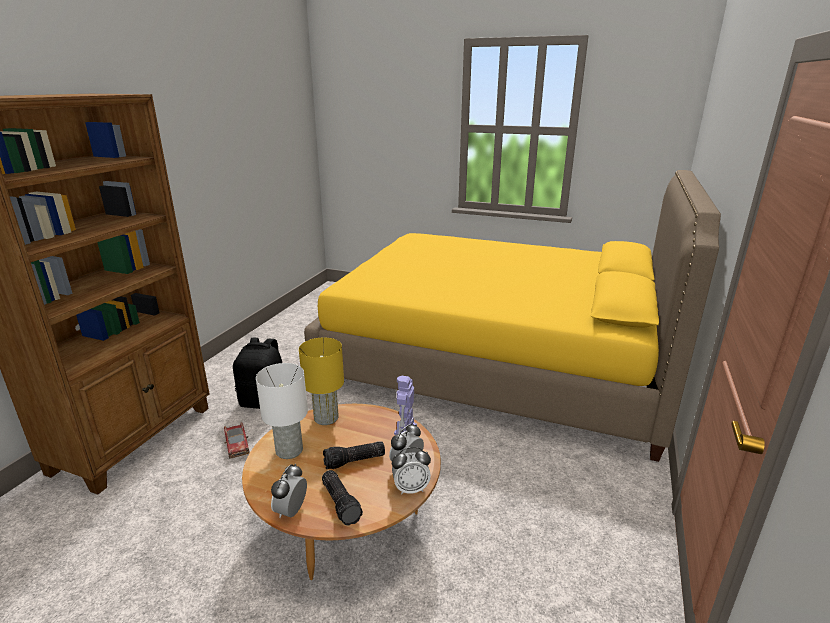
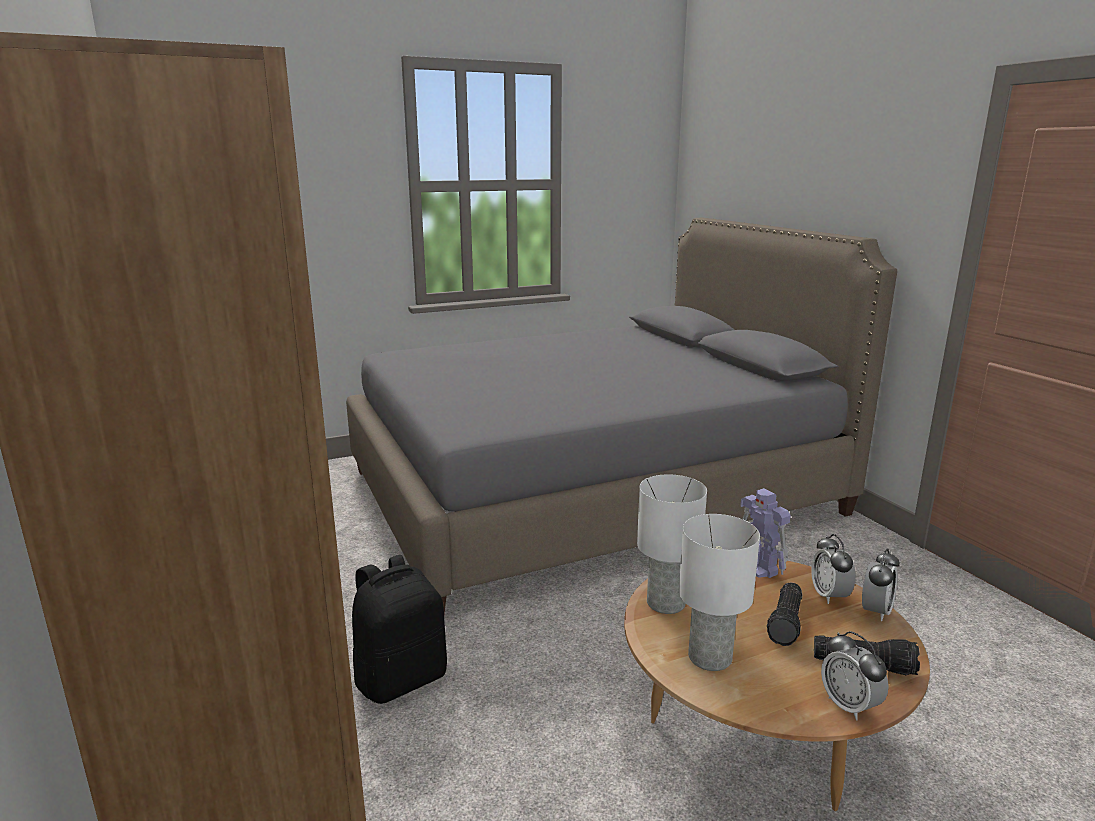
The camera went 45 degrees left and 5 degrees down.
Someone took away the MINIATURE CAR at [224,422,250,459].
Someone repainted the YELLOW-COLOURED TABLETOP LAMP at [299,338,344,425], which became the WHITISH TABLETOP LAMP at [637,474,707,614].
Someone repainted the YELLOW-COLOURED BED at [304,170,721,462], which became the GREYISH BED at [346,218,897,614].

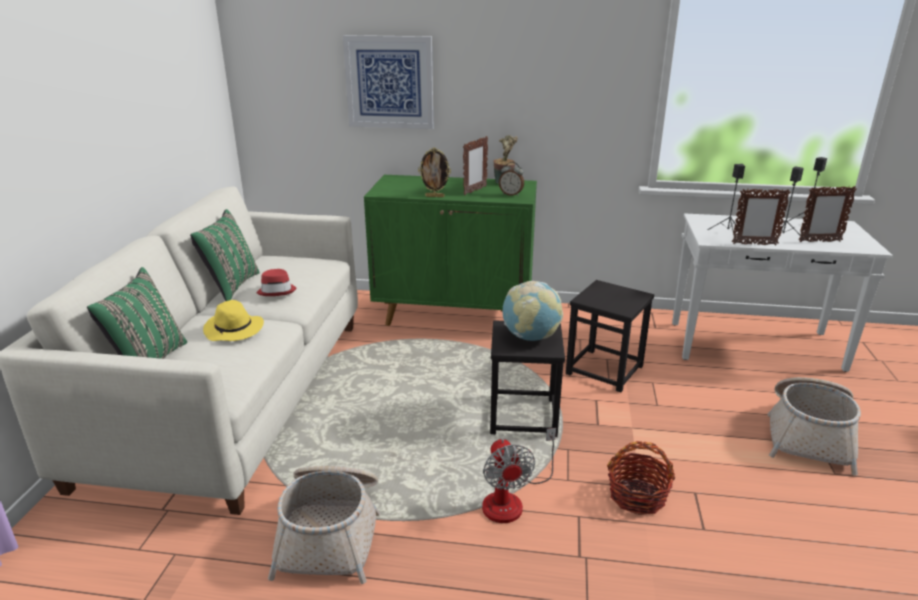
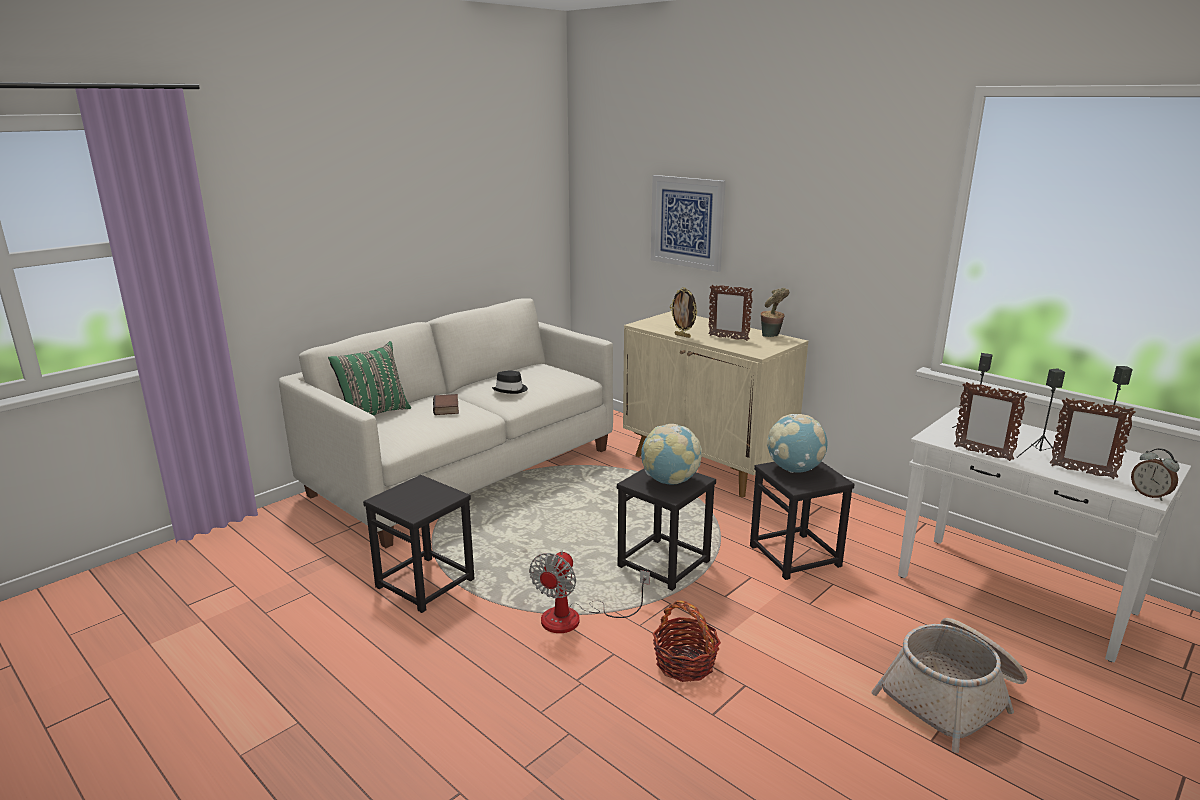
The camera went 35 degrees right and 5 degrees down.
Someone took away the GREEN THROW PILLOW at [190,209,260,301].
Someone swapped the YELLOW-COLOURED WEARABLE HAT at [203,300,264,341] for the VOLUME at [433,394,459,415].
Someone repainted the RED-COLOURED WEARABLE HAT at [256,269,296,296], which became the BLACK WEARABLE HAT at [492,371,528,394].
Someone swapped the STORAGE BASKET at [268,466,380,584] for the BLACK STOOL SEAT at [363,475,474,613].
Someone repainted the GREEN CUPBOARD at [364,175,537,326], which became the BEIGE-COLOURED CUPBOARD at [623,311,808,497].
Someone rotated the PICTURE FRAME at [463,136,488,195] by 45 degrees clockwise.
Someone carried the ALARM CLOCK from [499,162,524,196] to [1131,448,1179,501].
Someone put down the DESK GLOBE at [767,414,828,473].

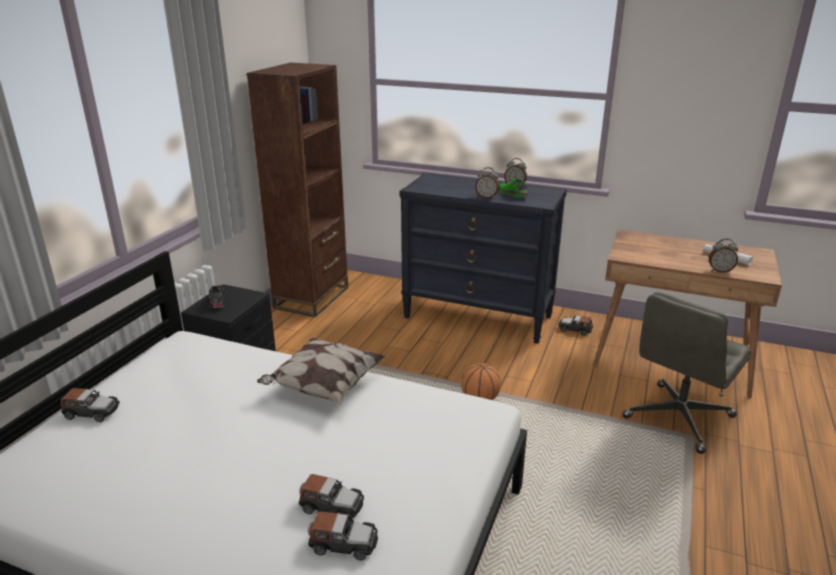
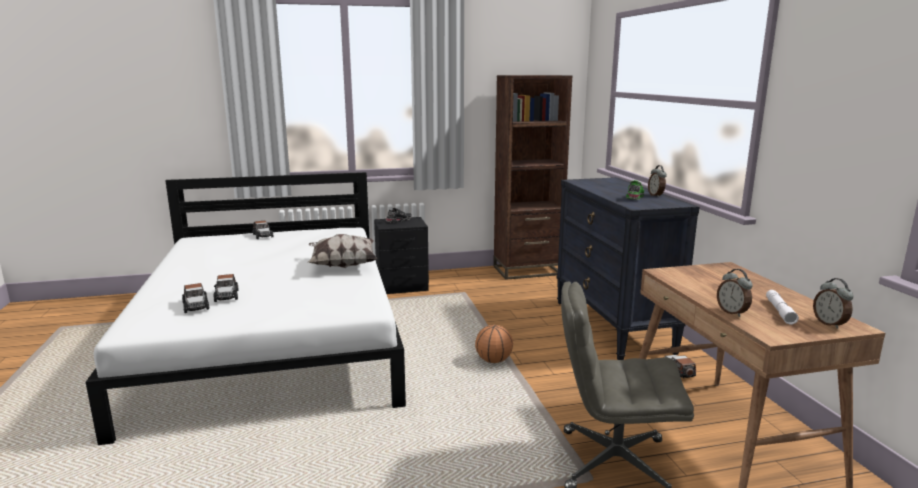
The camera went 55 degrees right and 10 degrees down.
Someone carried the ALARM CLOCK from [475,167,499,199] to [813,278,854,329].

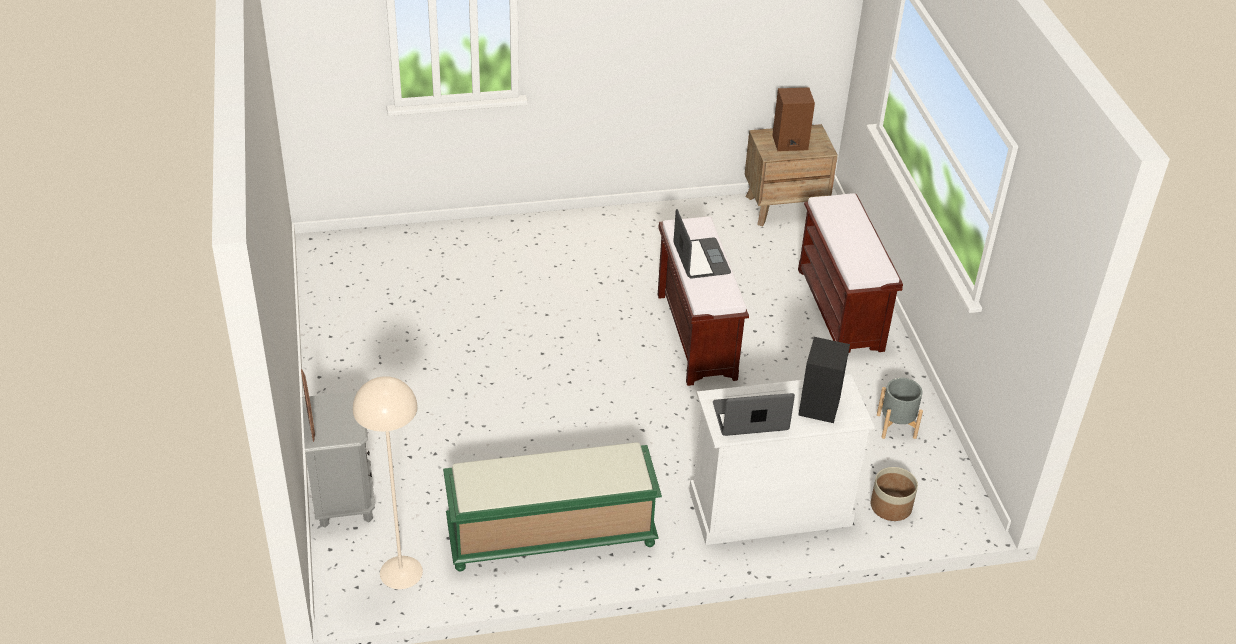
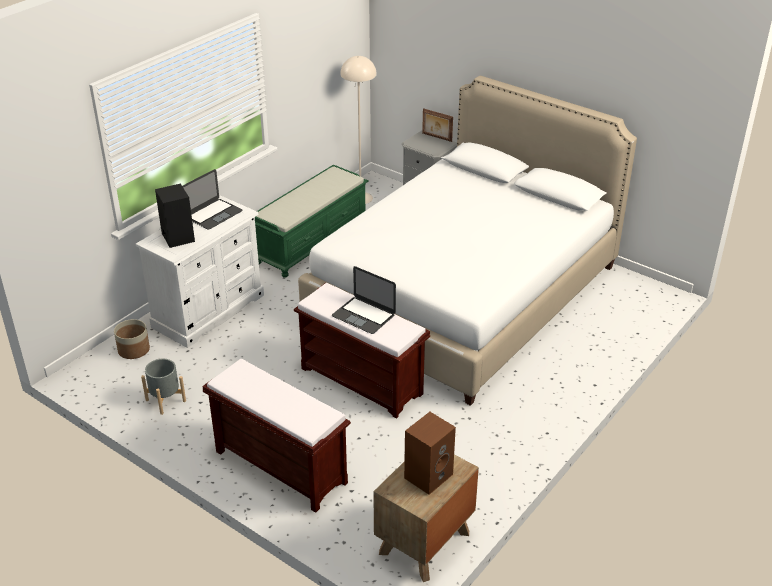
The camera went 140 degrees right and 5 degrees down.
Someone put down the WHITISH BED at [298,76,637,406].

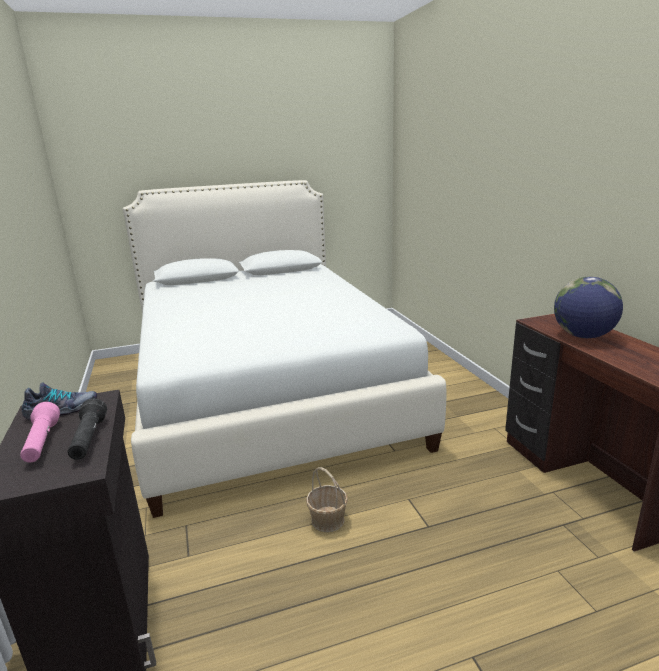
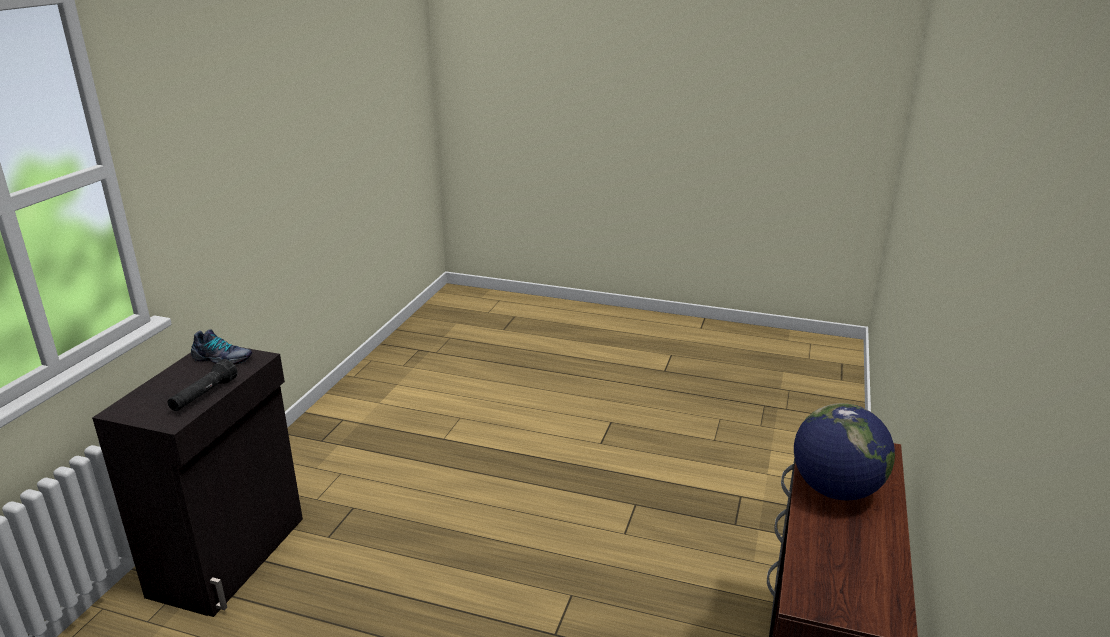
The camera went 35 degrees right and 5 degrees up.
Someone took away the PINK FLASHLIGHT at [20,402,60,462].
Someone took away the WHITISH BED at [123,180,446,518].
Someone took away the STORAGE BASKET at [306,467,348,532].

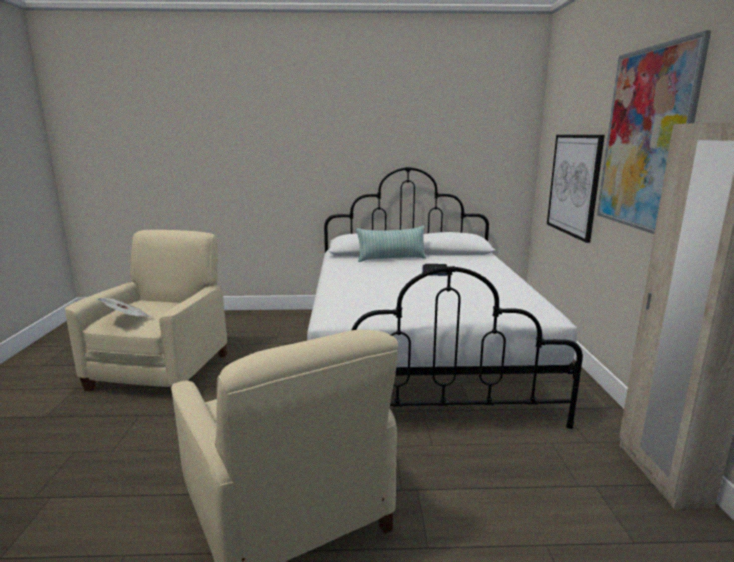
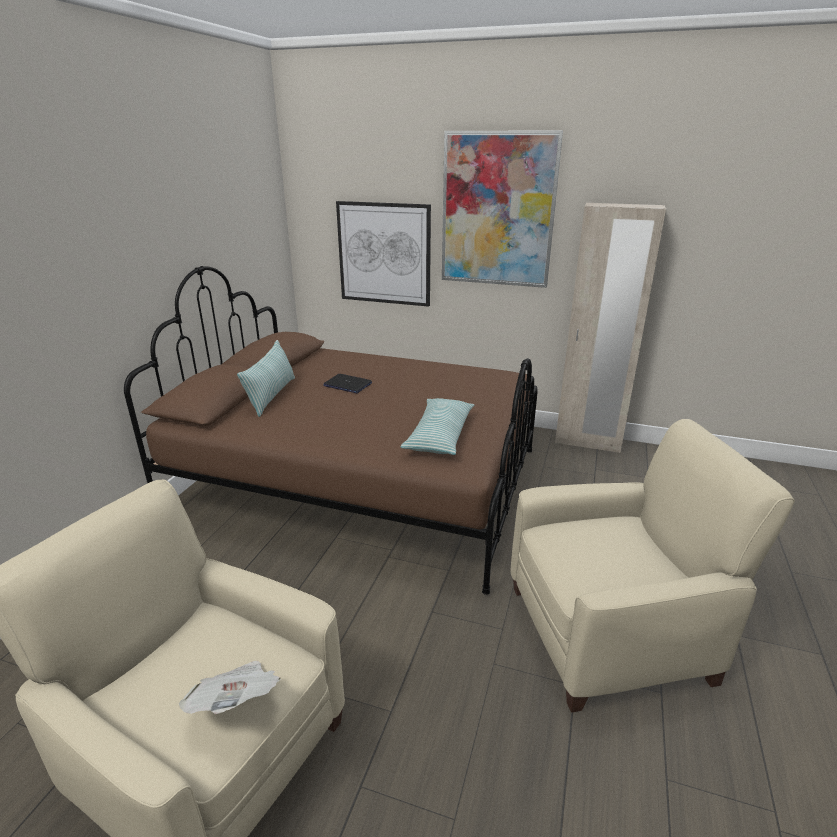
The camera went 70 degrees left and 10 degrees up.
Someone repainted the WHITISH BED at [307,167,583,429], which became the BROWN-COLOURED BED at [124,266,537,595].
Someone put down the THROW PILLOW at [400,398,474,455].

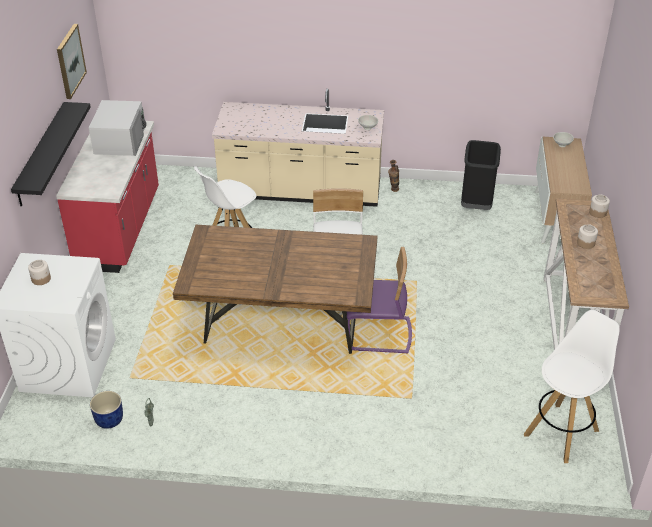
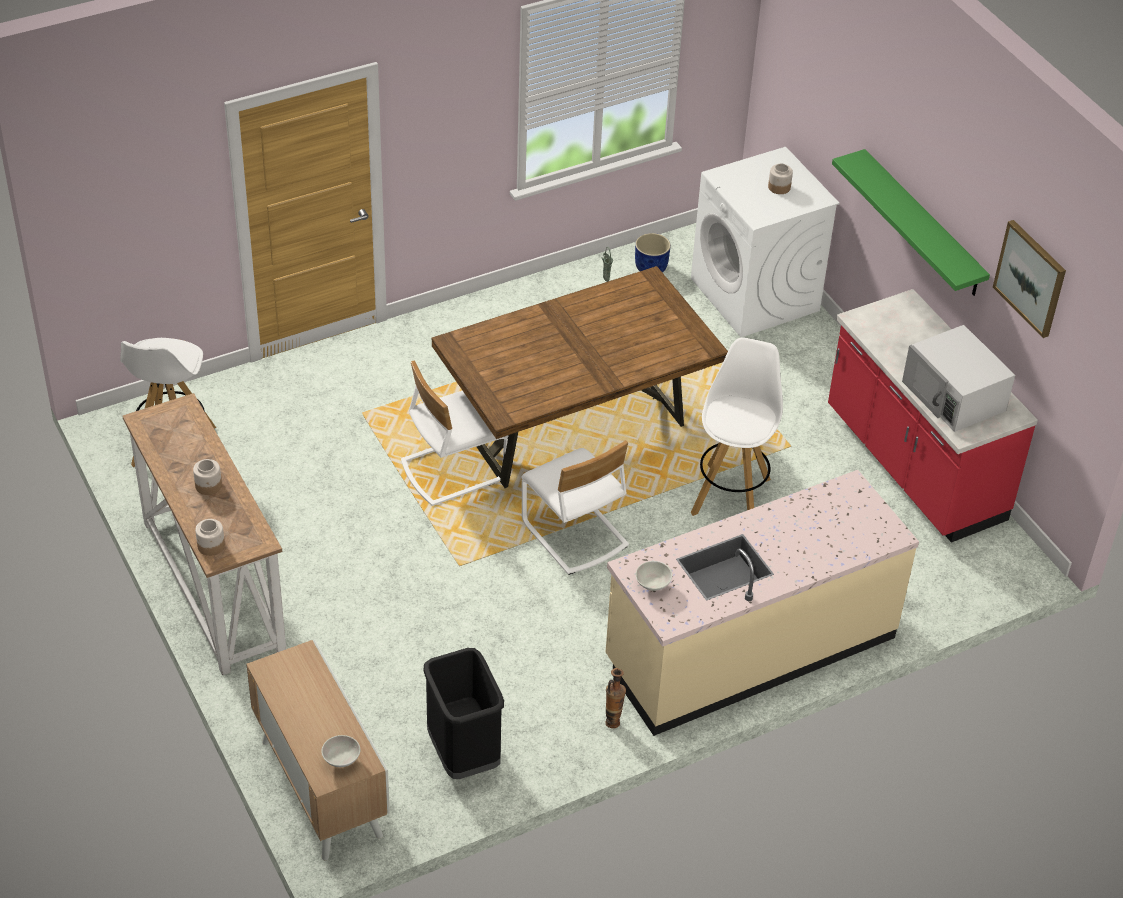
The camera went 145 degrees right and 5 degrees up.
Someone repainted the BLACK SHELF at [11,102,91,207], which became the GREEN SHELF at [832,149,990,296].
Someone repainted the PURPLE PLAIN CHAIR at [347,247,412,353], which became the WHITISH PLAIN CHAIR at [401,360,508,506].

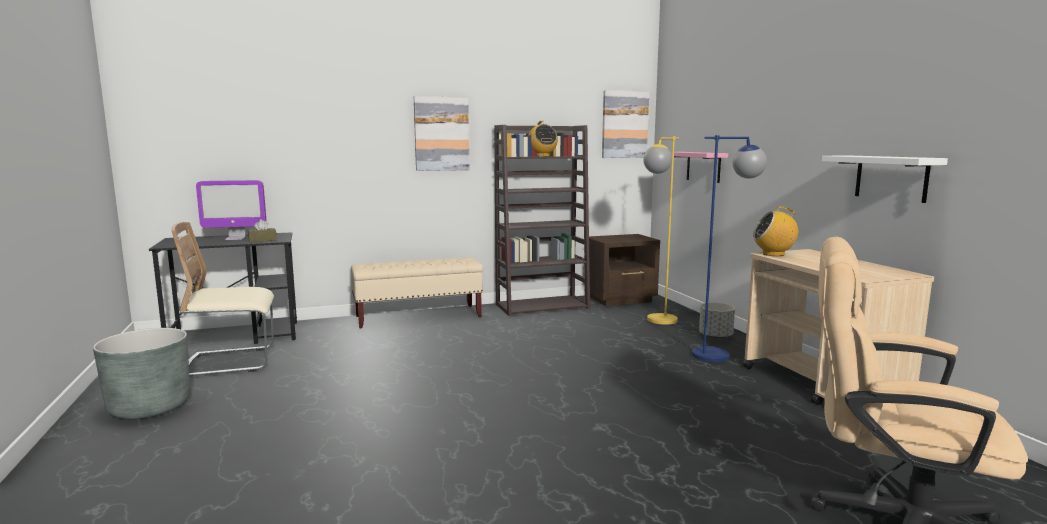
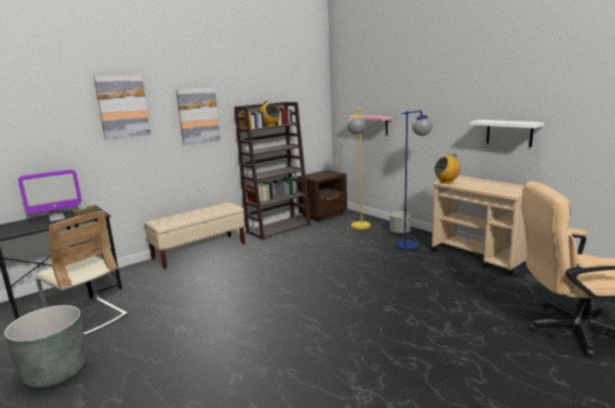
The camera went 20 degrees left and 5 degrees up.
Someone rotated the BEIGE-COLOURED PLAIN CHAIR at [172,222,274,376] by 105 degrees counterclockwise.
Someone carried the PICTURE from [602,90,649,158] to [94,75,151,140].

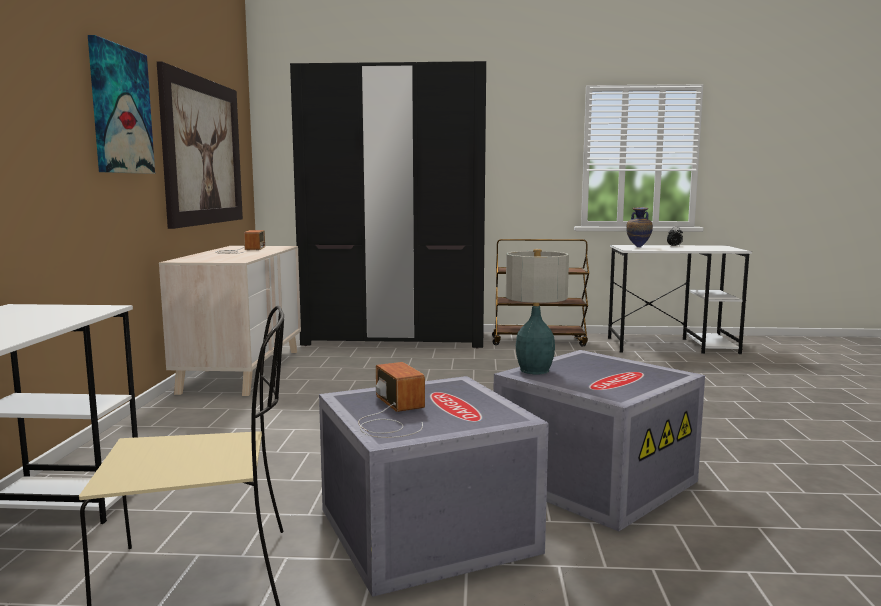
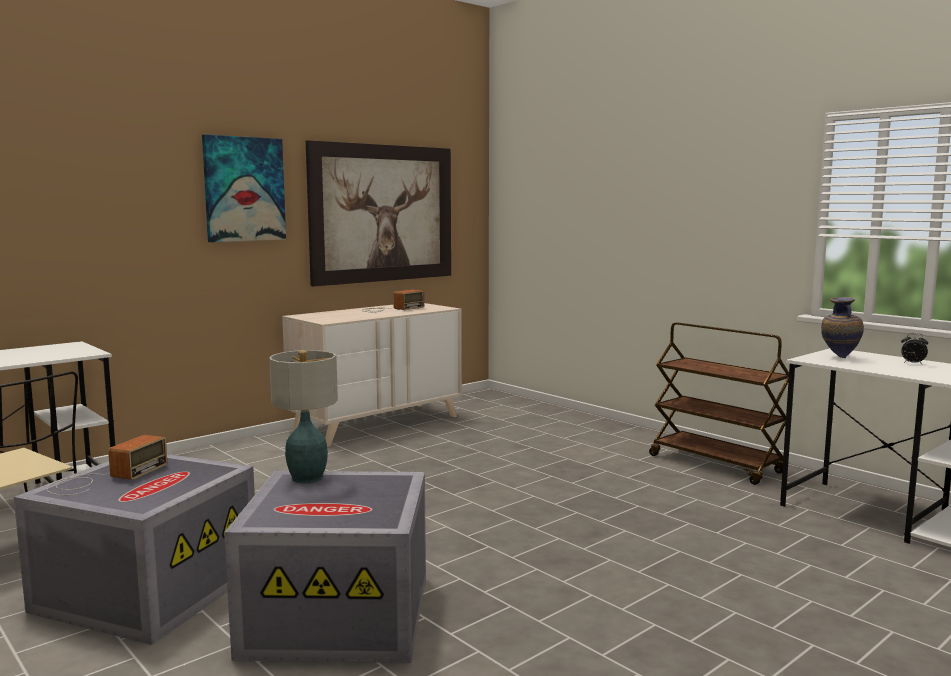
The camera went 45 degrees right and 0 degrees up.
Someone took away the BLACK WARDROBE at [290,61,486,348].

